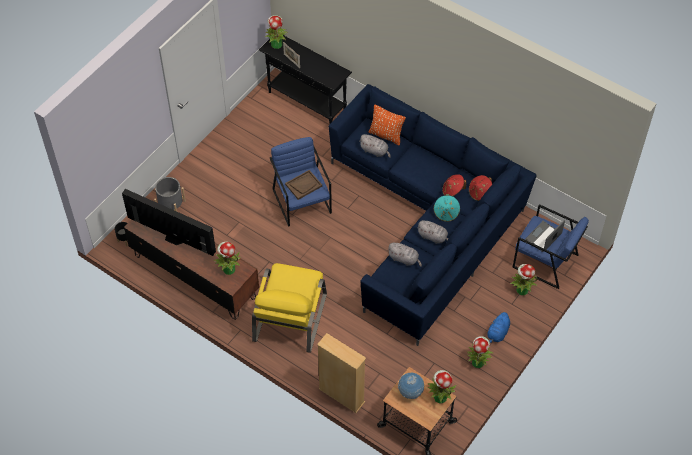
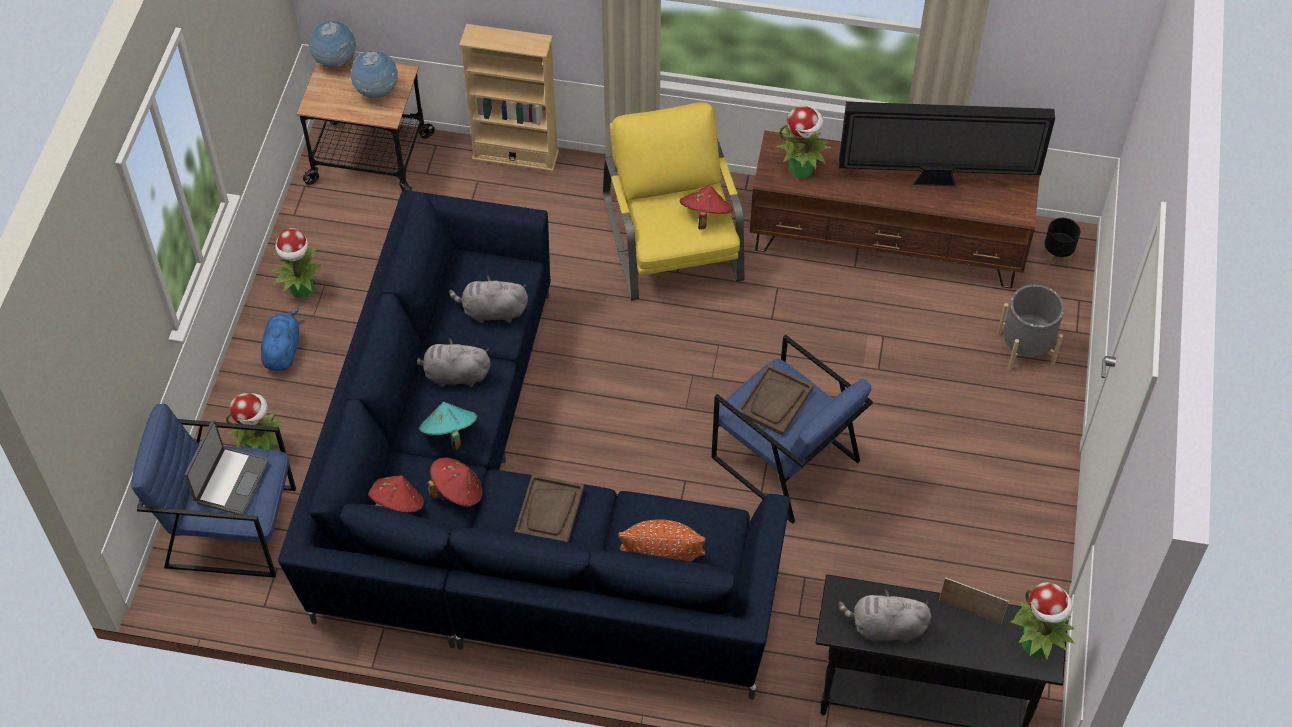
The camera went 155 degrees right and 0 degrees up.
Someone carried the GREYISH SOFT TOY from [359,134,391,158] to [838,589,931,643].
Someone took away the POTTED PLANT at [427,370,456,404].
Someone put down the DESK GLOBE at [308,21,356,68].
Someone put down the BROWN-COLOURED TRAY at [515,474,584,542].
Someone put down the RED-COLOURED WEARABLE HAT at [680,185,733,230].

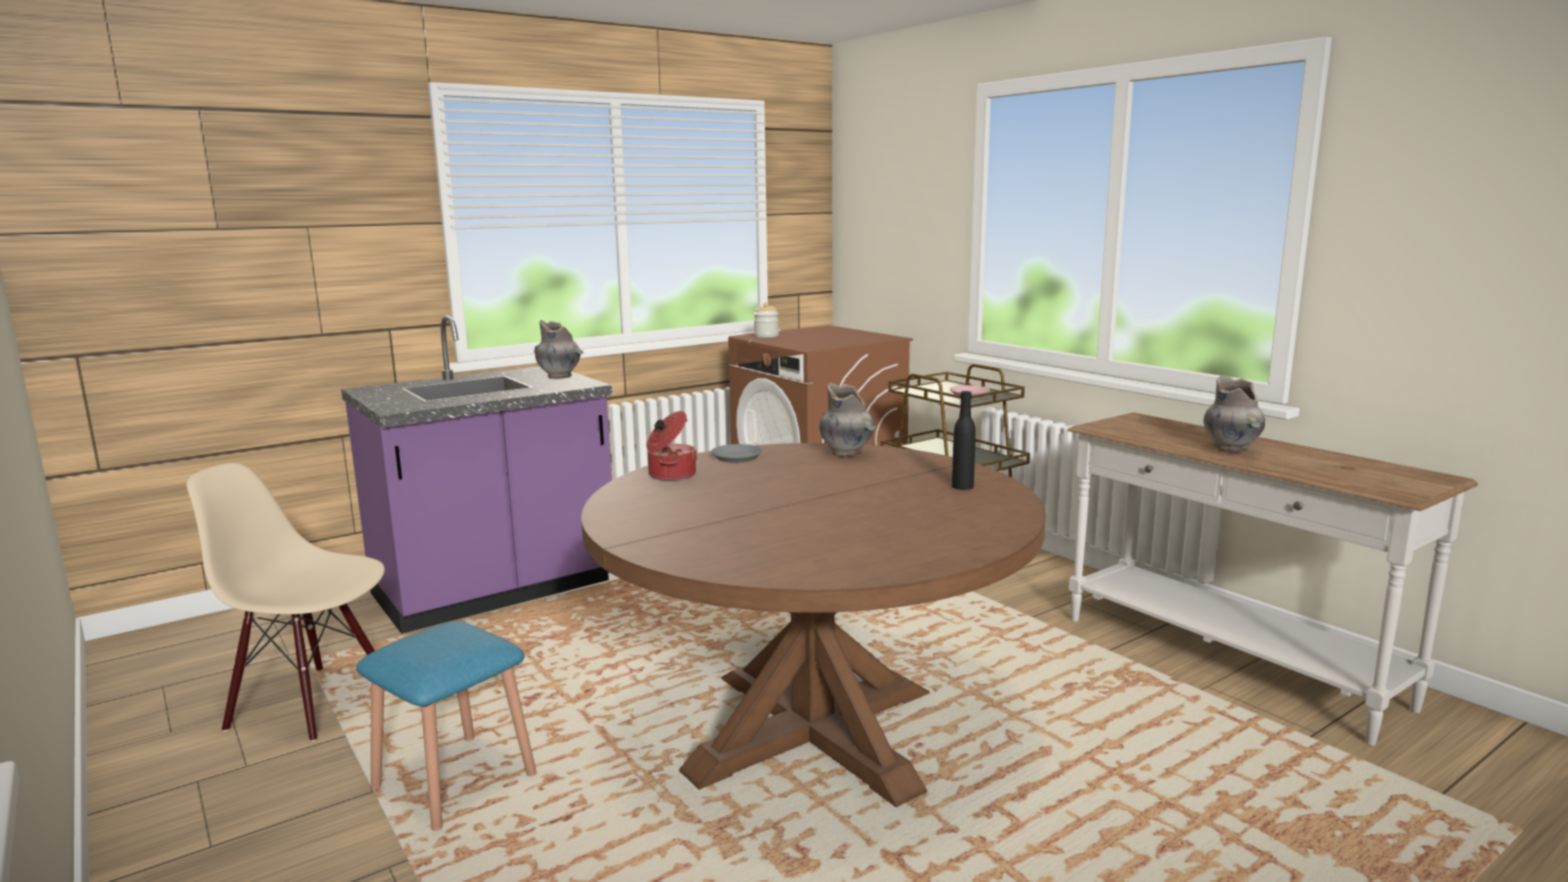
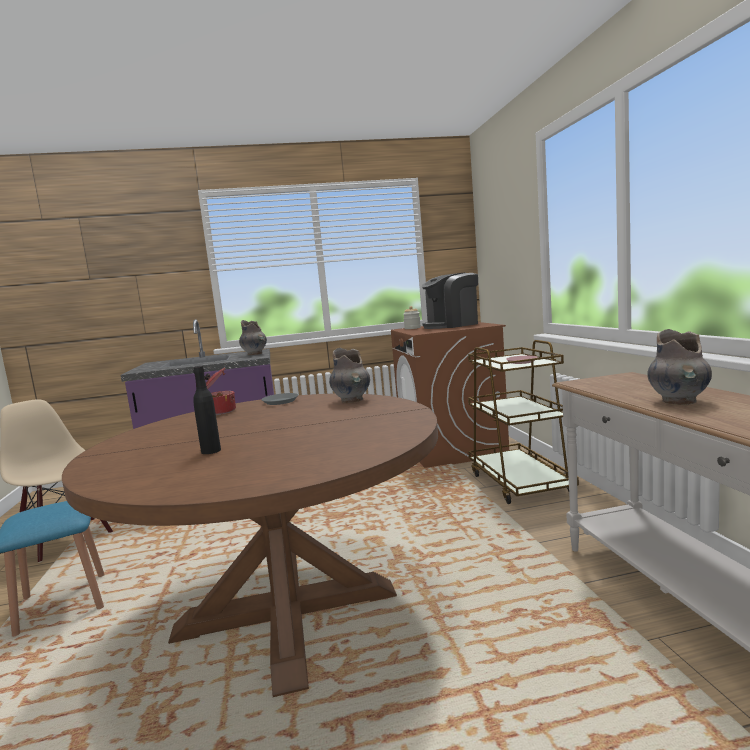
The camera went 25 degrees right and 5 degrees down.
Someone carried the BLACK BOTTLE from [952,391,976,490] to [193,366,221,454].
Someone put down the COFFEE BREWER at [422,273,478,329].

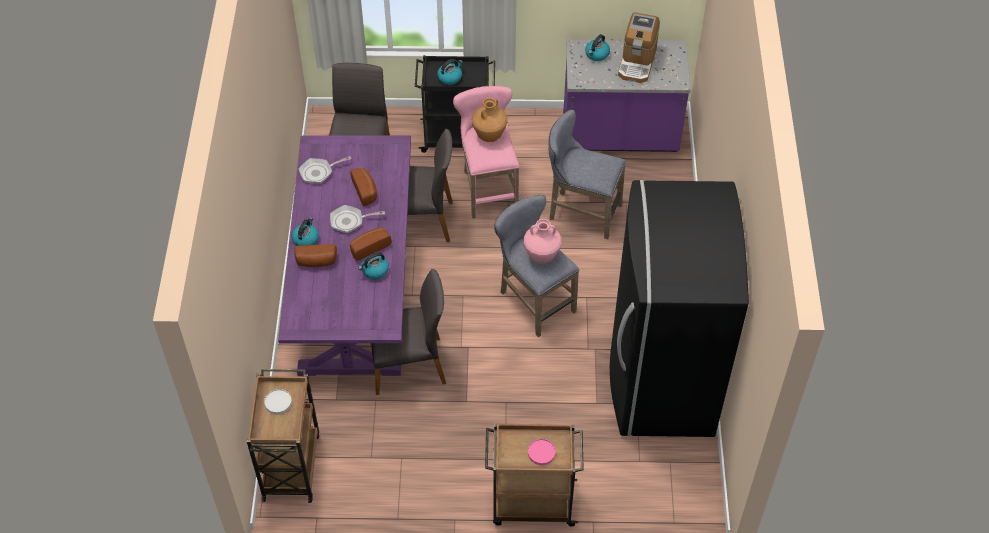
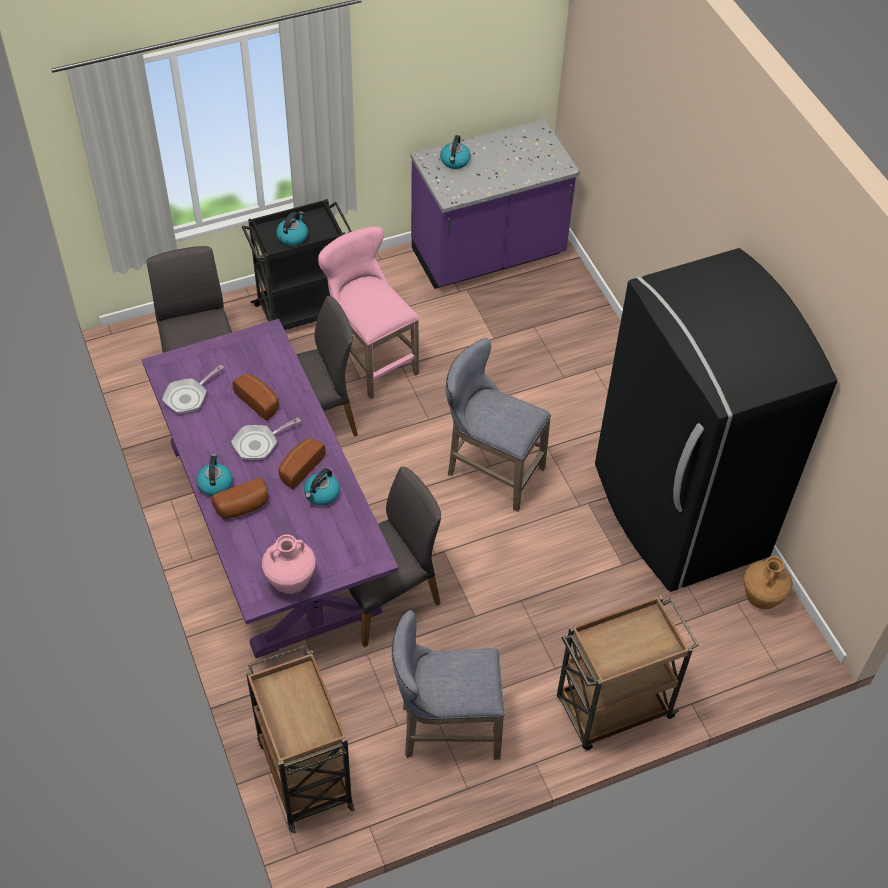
The camera went 25 degrees left and 0 degrees up.
Someone took away the WHITISH DINNER PLATE at [264,389,292,414].
Someone carried the BROWN-COLOURED VASE from [472,98,507,142] to [743,555,793,609].
Someone carried the PINK VASE from [524,219,562,264] to [262,535,316,594].
Someone took away the PINK DINNER PLATE at [528,439,556,465].
Someone carried the GREYISH STOOL SEAT from [548,109,626,239] to [392,610,505,760].
Someone took away the COFFEE BREWER at [618,12,660,83].

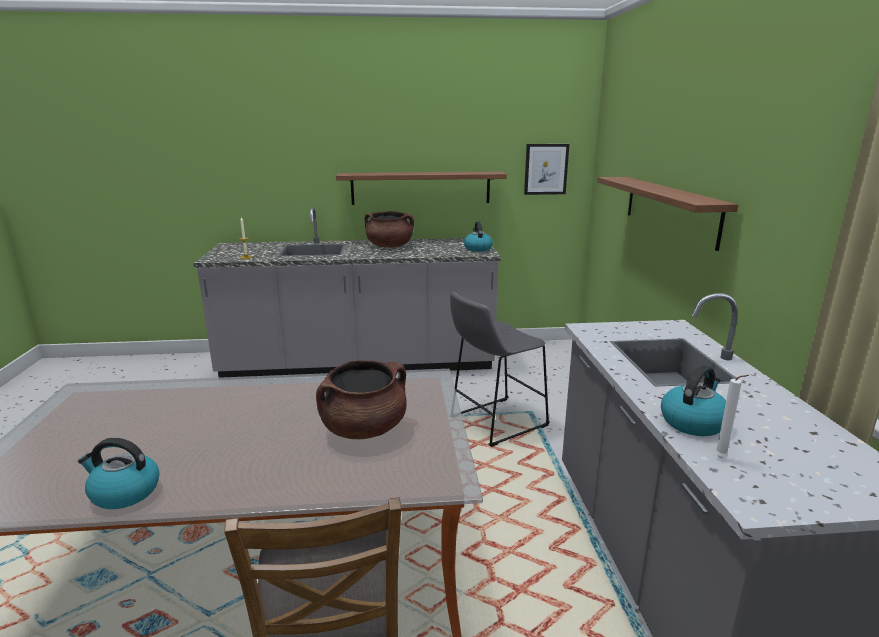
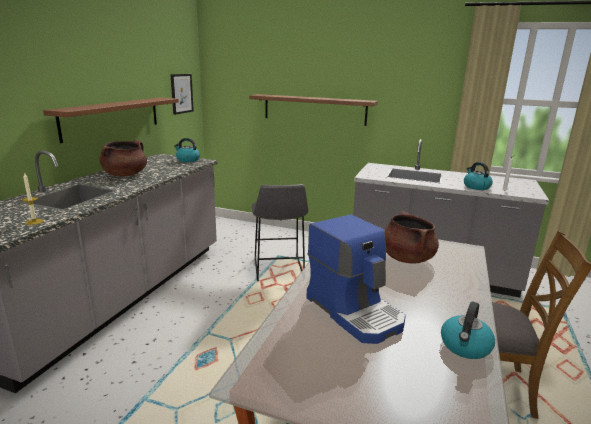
The camera went 65 degrees left and 0 degrees up.
Someone put down the COFFEE BREWER at [306,214,406,344].

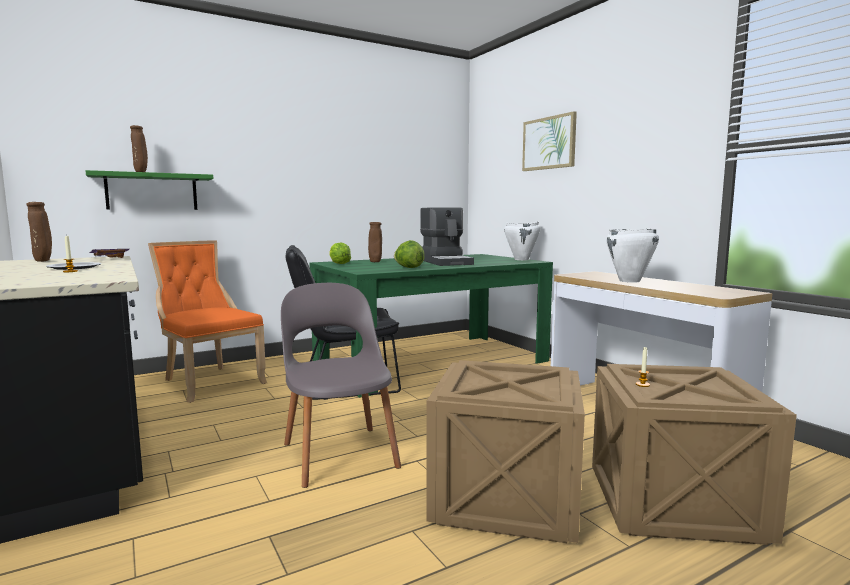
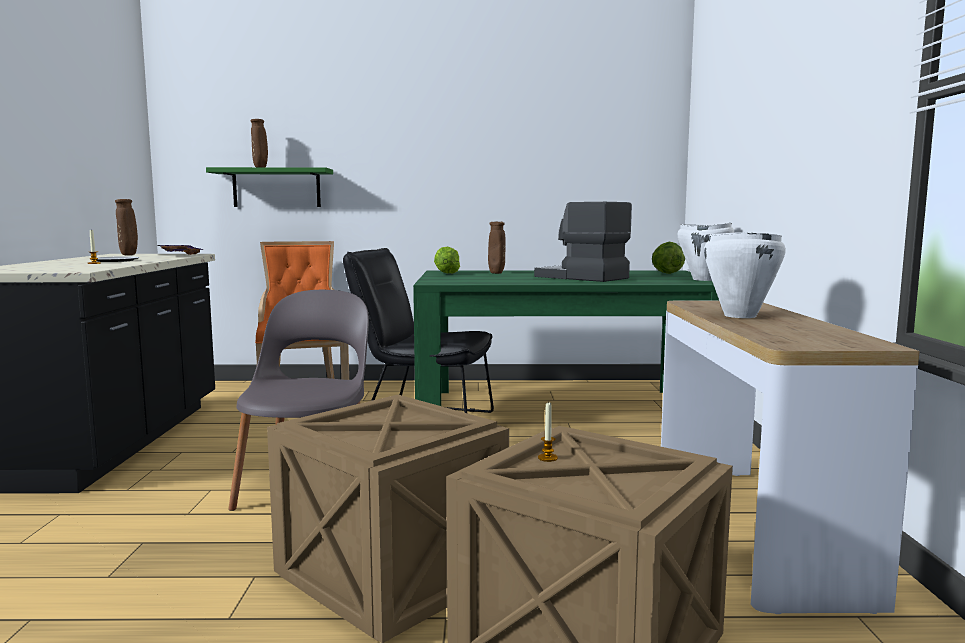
The camera went 30 degrees right and 0 degrees up.
Someone carried the HEAD OF LETTUCE from [394,240,425,268] to [652,242,685,274].
Someone rotated the COFFEE BREWER at [420,208,474,266] by 120 degrees clockwise.
Someone took away the PICTURE at [522,111,577,171].

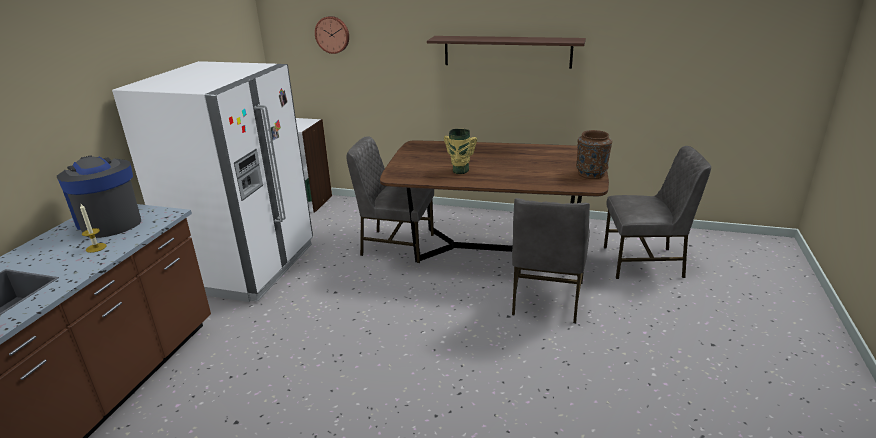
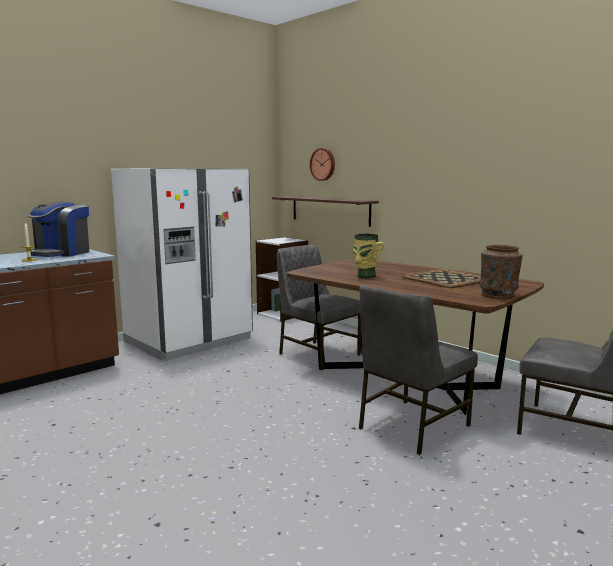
The camera went 30 degrees right and 15 degrees down.
Someone rotated the COFFEE BREWER at [57,155,141,238] by 150 degrees counterclockwise.
Someone carried the SHELF from [427,36,586,69] to [272,196,379,227].
Someone put down the TRAY at [403,269,481,288].

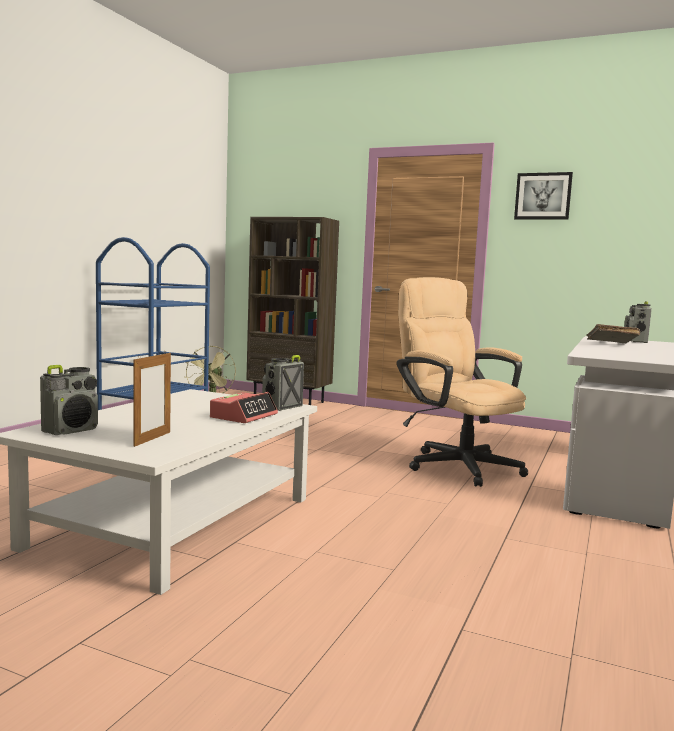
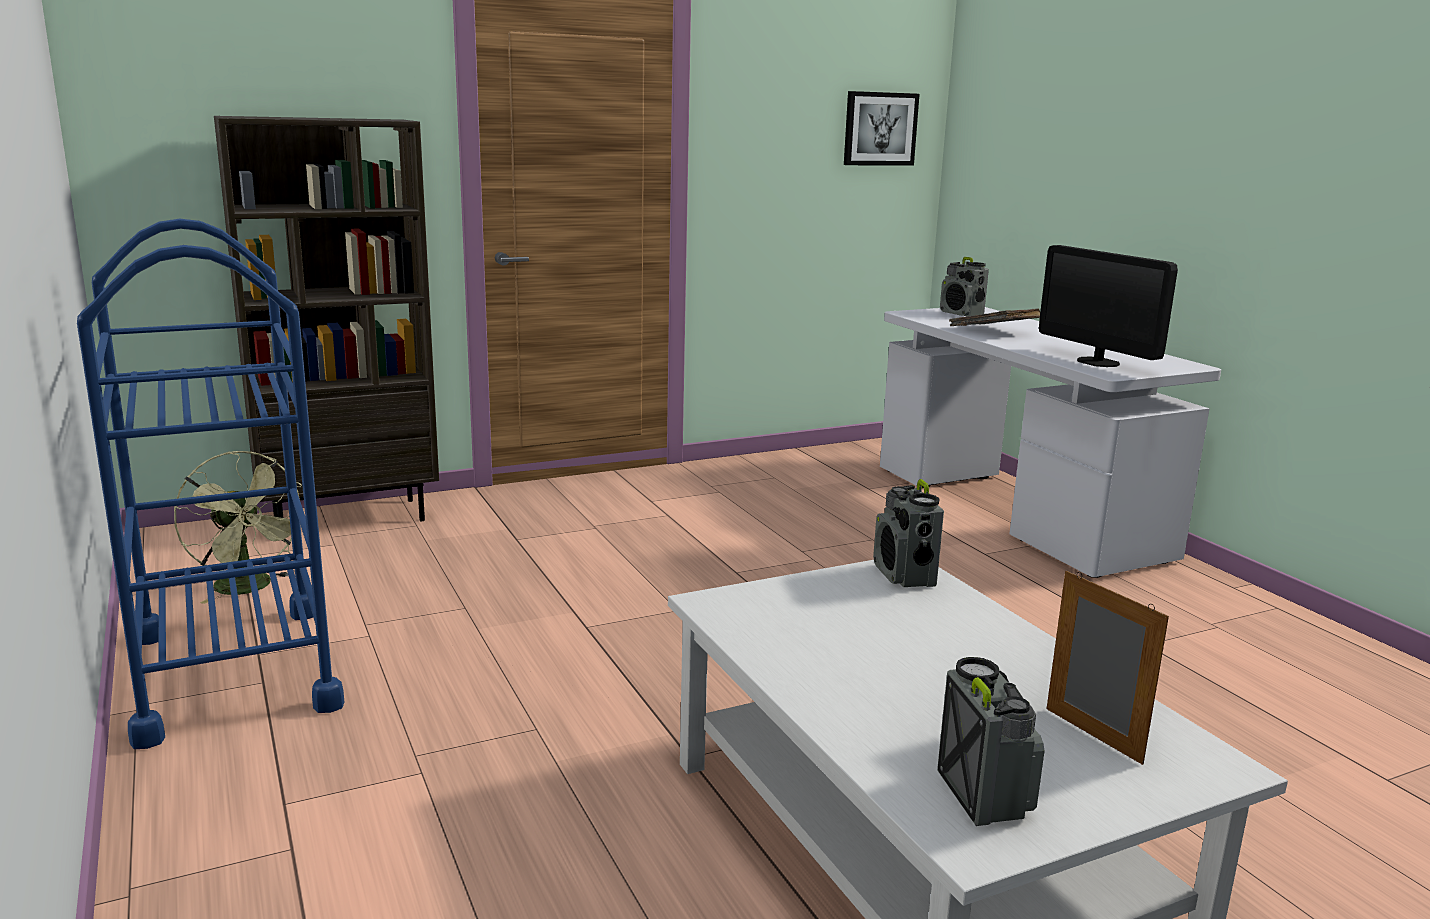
The camera went 50 degrees left and 10 degrees up.
Someone took away the ALARM CLOCK at [210,392,278,423].
Someone took away the BEIGE-COLOURED COMPUTER CHAIR at [397,277,528,487].
Someone carried the PICTURE from [514,172,573,220] to [844,91,920,166].
Someone put down the COMPUTER SCREEN at [1039,245,1178,367].

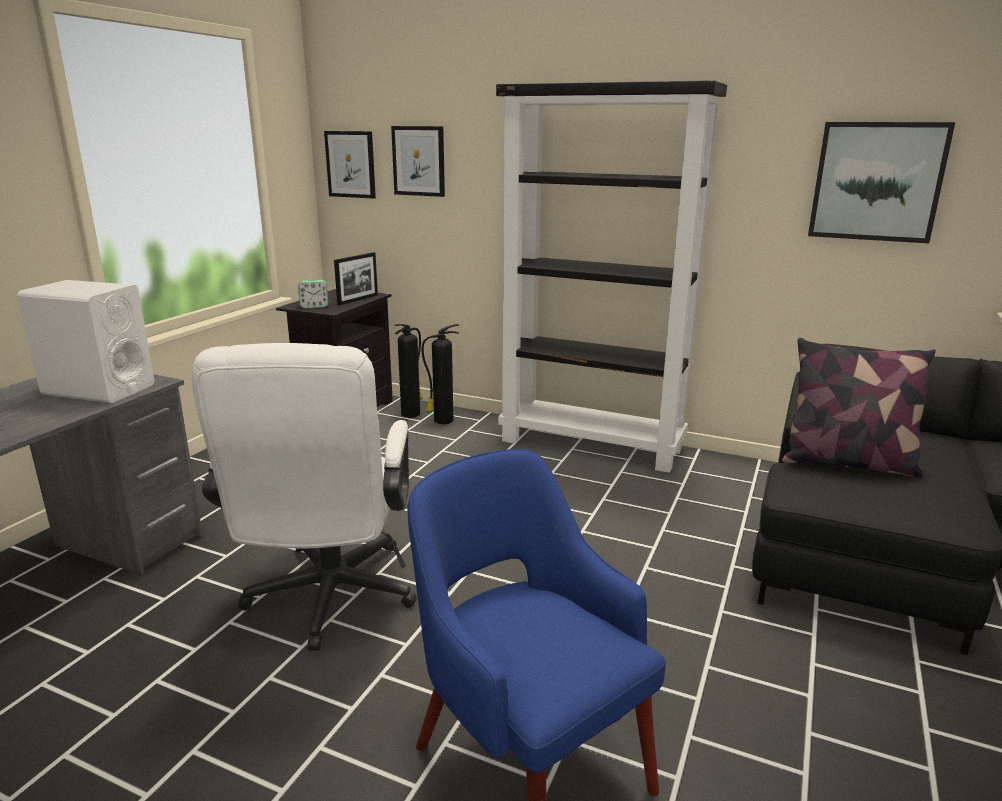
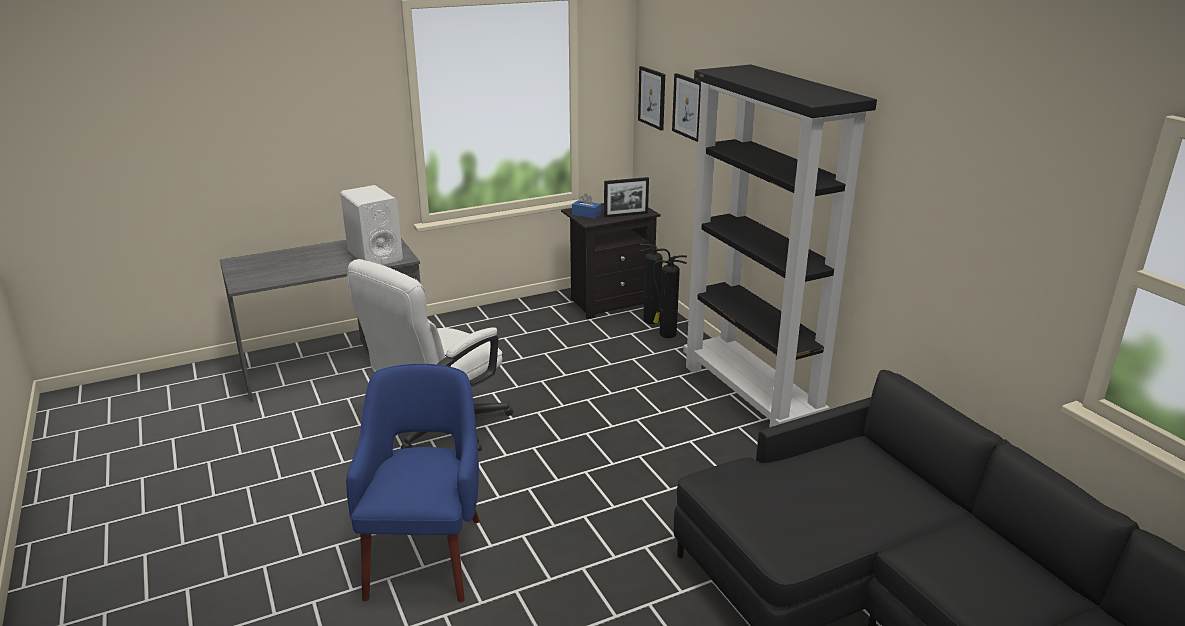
The camera went 40 degrees right and 5 degrees up.
Someone swapped the ALARM CLOCK at [298,280,328,308] for the BLUISH TISSUE BOX at [572,194,601,219].
Someone took away the THROW PILLOW at [782,338,936,478].
Someone took away the PICTURE at [808,122,955,243].

